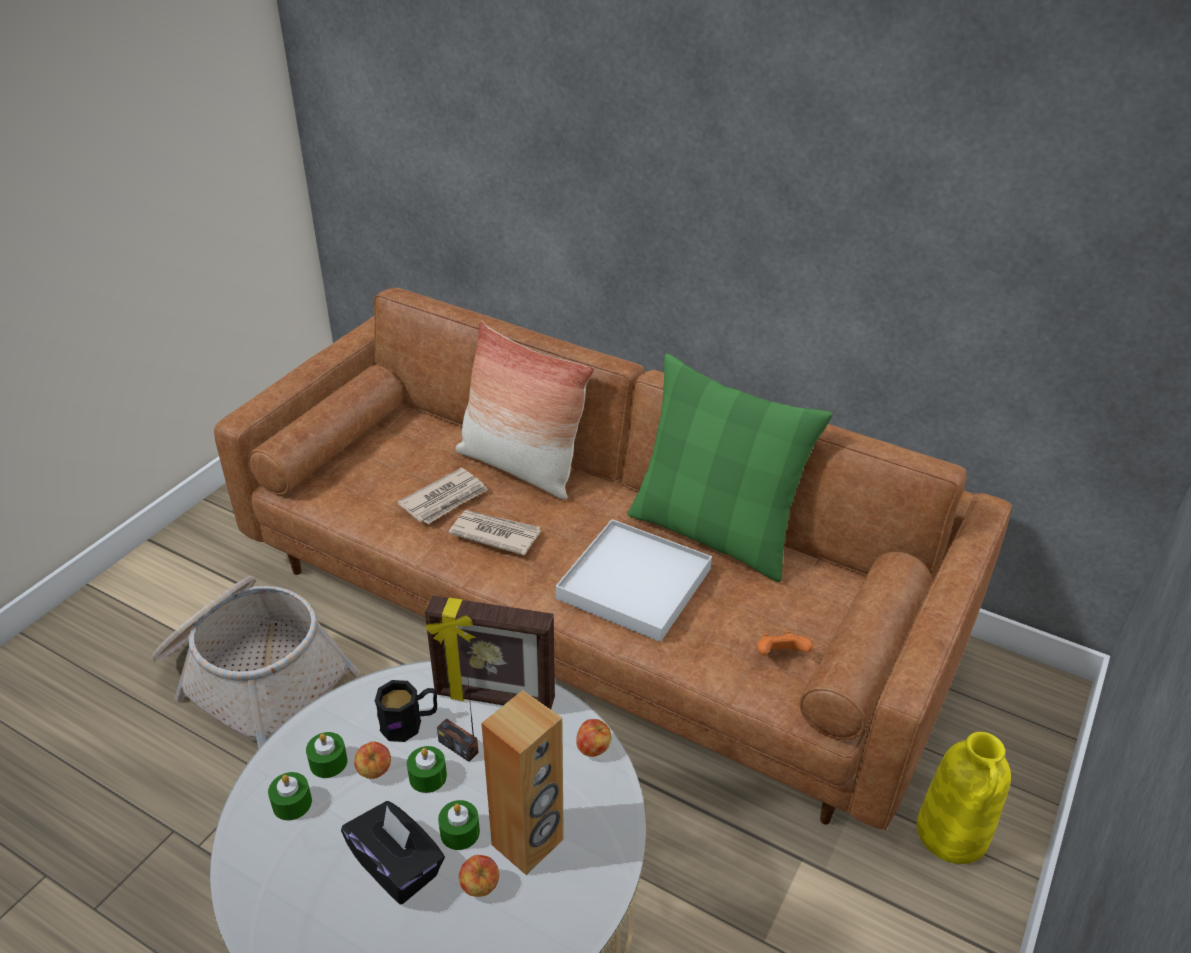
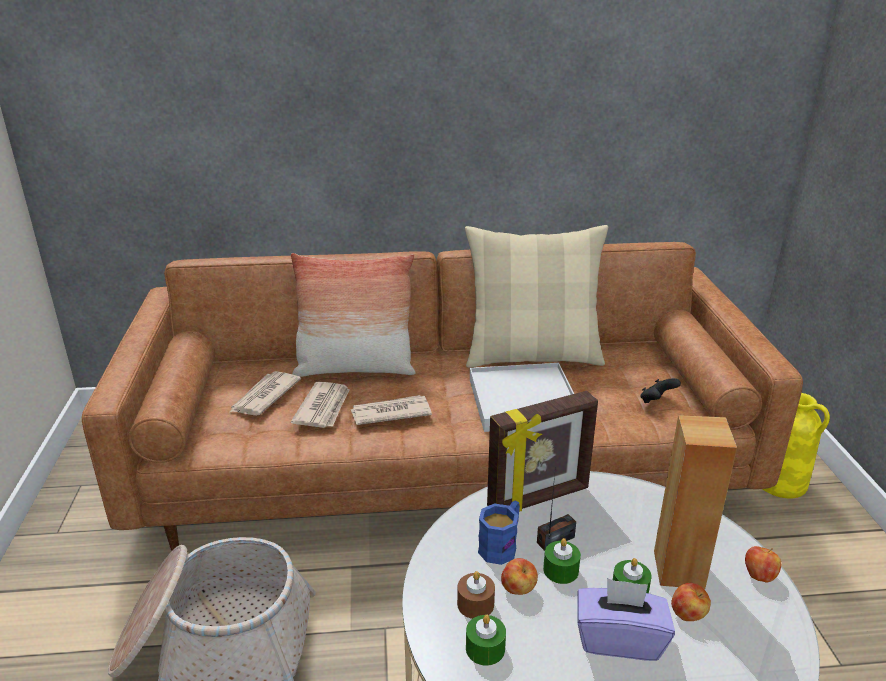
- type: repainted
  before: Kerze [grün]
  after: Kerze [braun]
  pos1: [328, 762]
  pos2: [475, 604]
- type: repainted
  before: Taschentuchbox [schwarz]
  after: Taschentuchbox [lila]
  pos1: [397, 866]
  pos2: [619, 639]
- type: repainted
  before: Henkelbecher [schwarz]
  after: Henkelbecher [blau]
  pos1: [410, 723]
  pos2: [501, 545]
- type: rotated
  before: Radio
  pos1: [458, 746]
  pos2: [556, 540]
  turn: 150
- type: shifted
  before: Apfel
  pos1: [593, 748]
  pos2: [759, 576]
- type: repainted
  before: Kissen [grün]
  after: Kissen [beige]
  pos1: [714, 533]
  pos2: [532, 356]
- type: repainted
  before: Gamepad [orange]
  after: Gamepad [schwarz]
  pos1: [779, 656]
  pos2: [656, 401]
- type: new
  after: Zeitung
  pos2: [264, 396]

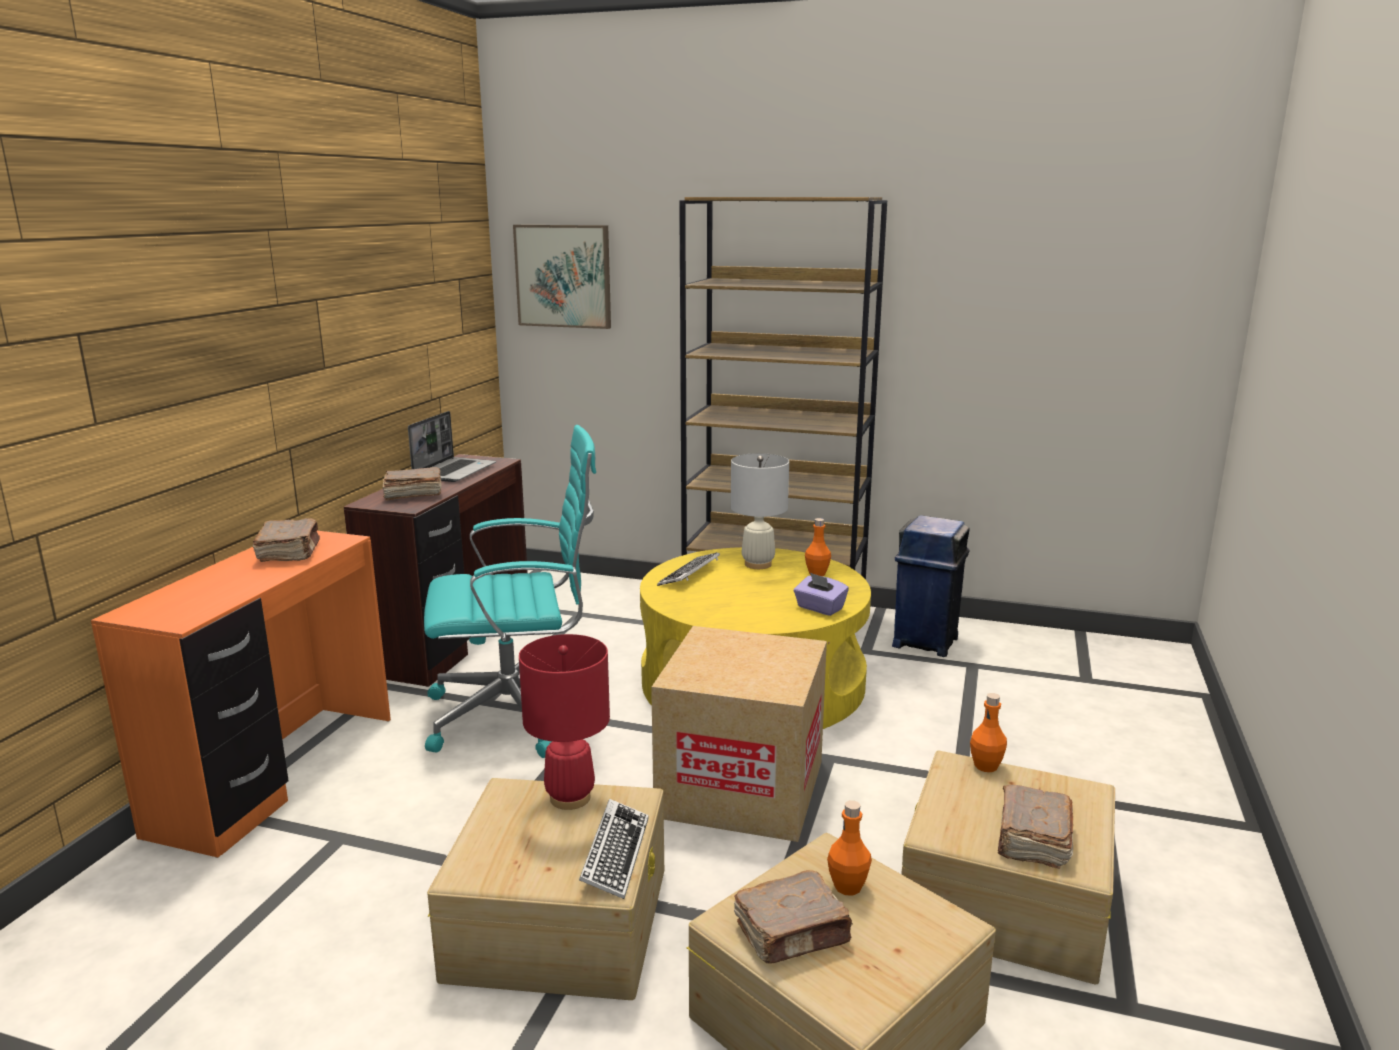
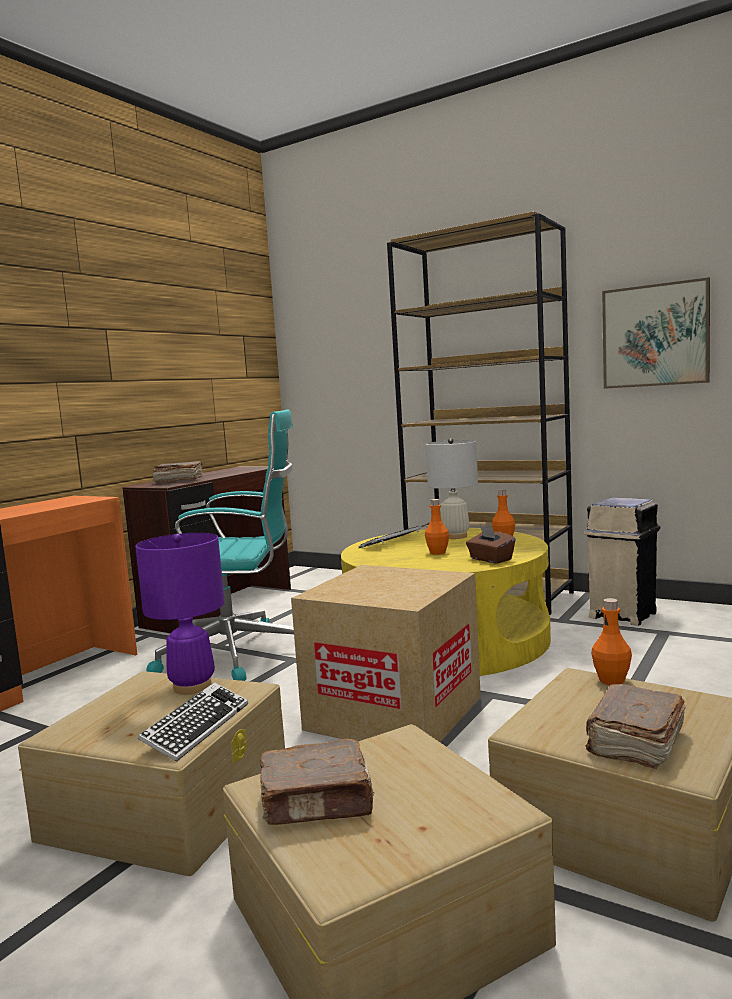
- type: gone
  before: Buch [braun]
  pos1: [290, 553]
- type: gone
  before: Laptop
  pos1: [454, 471]
- type: shifted
  before: Bild
  pos1: [563, 276]
  pos2: [655, 335]
- type: repainted
  before: Tischlampe [rot]
  after: Tischlampe [lila]
  pos1: [570, 798]
  pos2: [193, 686]
- type: repainted
  before: Taschentuchbox [lila]
  after: Taschentuchbox [braun]
  pos1: [819, 608]
  pos2: [490, 559]
- type: shifted
  before: Flasche [orange]
  pos1: [847, 886]
  pos2: [437, 553]
- type: repainted
  before: Mülleimer [blau]
  after: Mülleimer [beige]
  pos1: [925, 641]
  pos2: [623, 615]

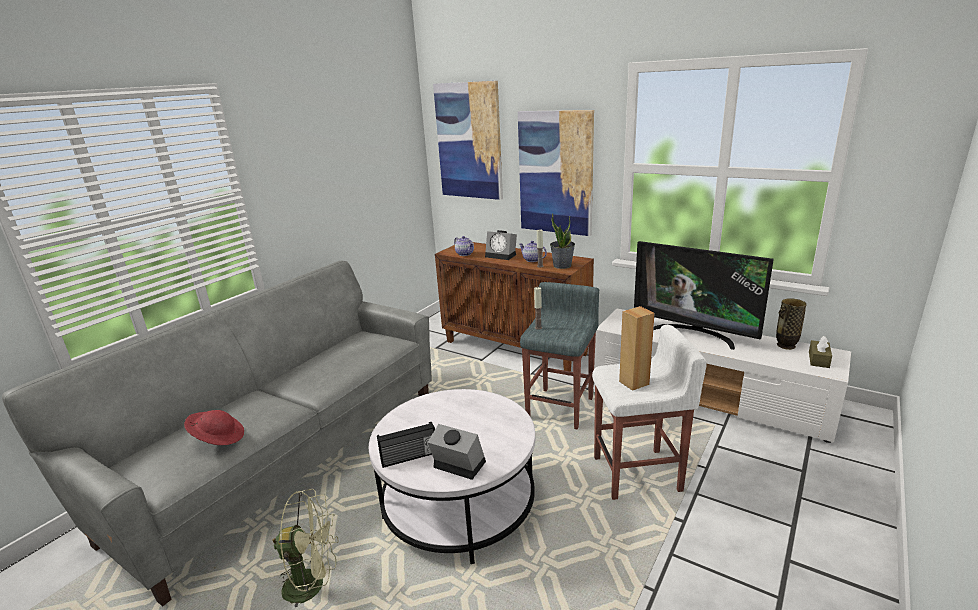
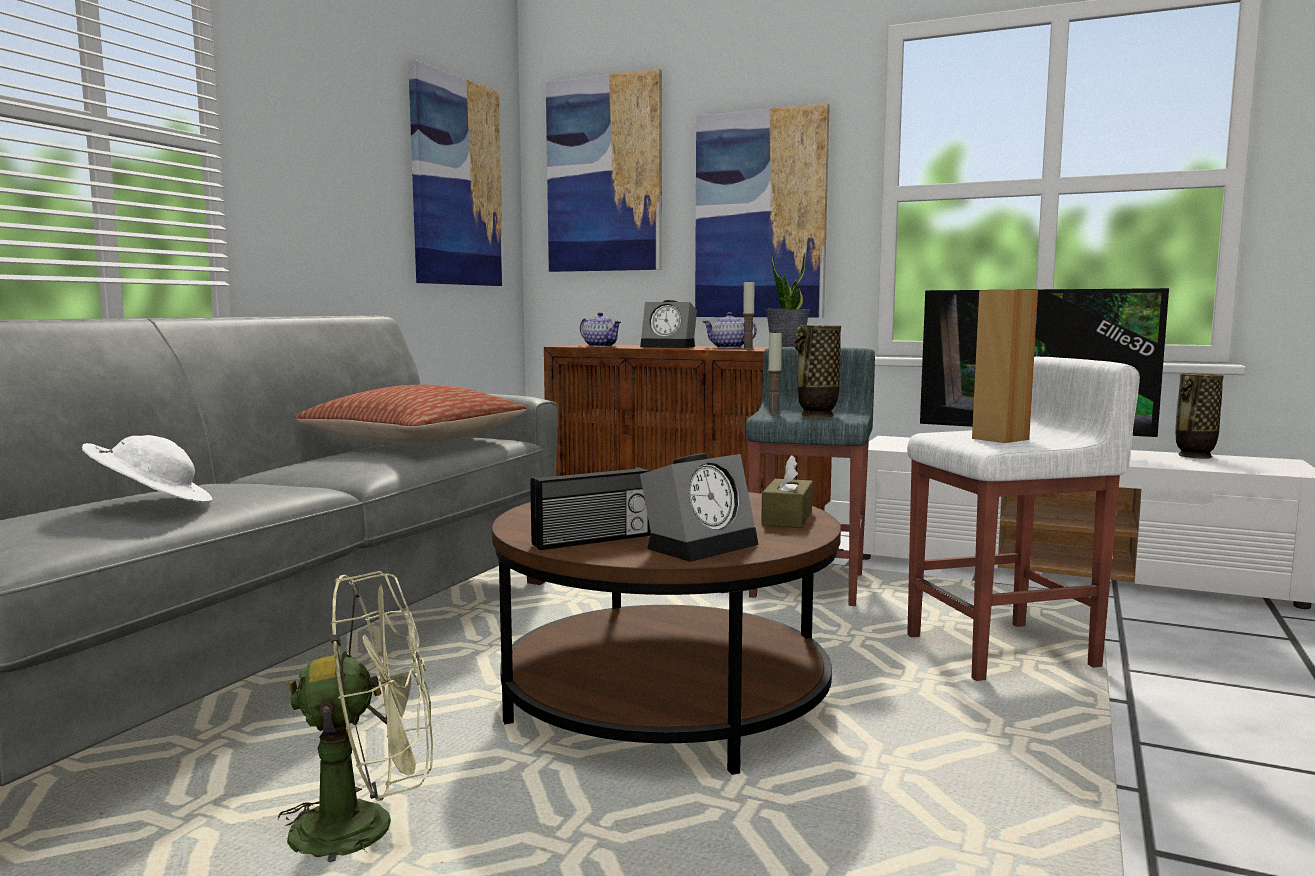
- type: repainted
  before: Hut [rot]
  after: Hut [weiß]
  pos1: [218, 438]
  pos2: [151, 504]
- type: repainted
  before: Couchtisch [weiß]
  after: Couchtisch [braun]
  pos1: [459, 503]
  pos2: [665, 699]
- type: rotated
  before: Wecker
  pos1: [457, 465]
  pos2: [701, 545]
  turn: 120
- type: shifted
  before: Taschentuchbox [braun]
  pos1: [818, 359]
  pos2: [787, 518]
- type: new
  after: Kissen
  pos2: [415, 442]
- type: new
  after: Bild
  pos2: [456, 182]
- type: new
  after: Vase
  pos2: [817, 416]

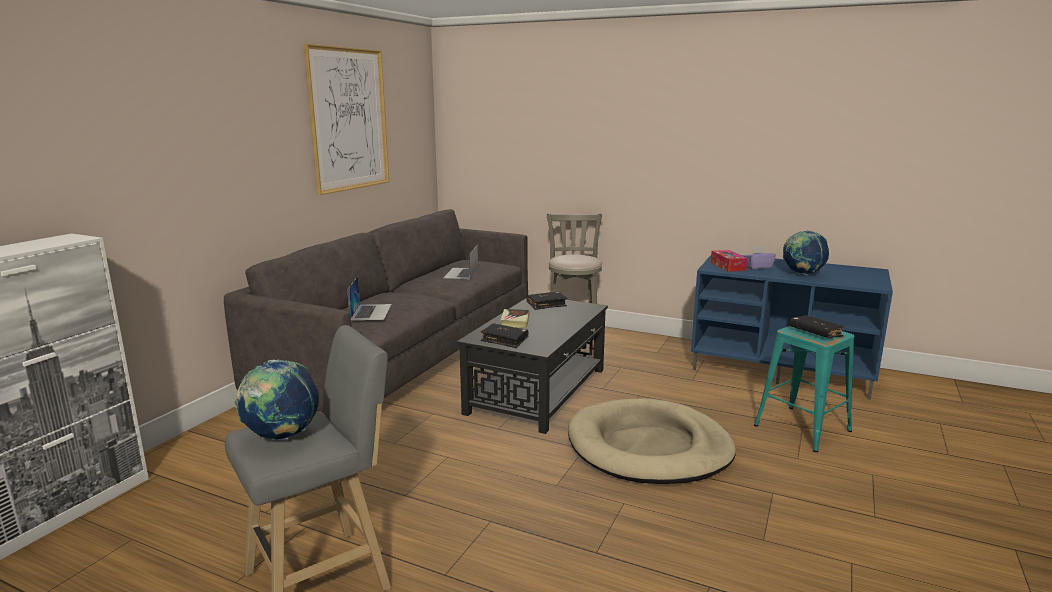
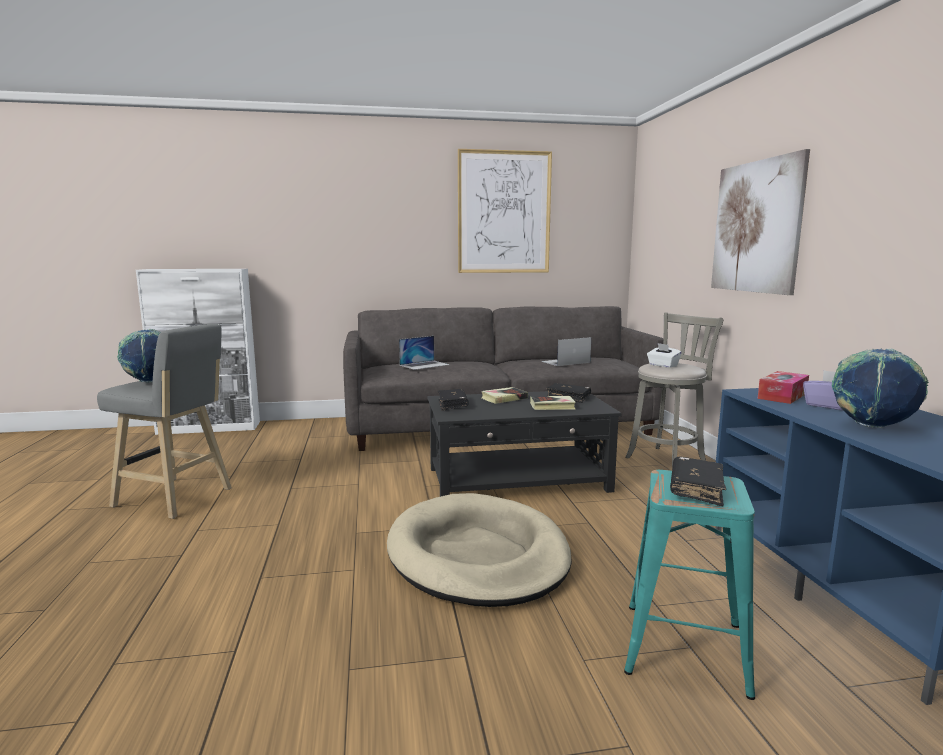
- type: new
  after: Buch
  pos2: [552, 406]
- type: new
  after: Taschentuchbox [weiß]
  pos2: [663, 365]
- type: new
  after: Bild
  pos2: [756, 227]

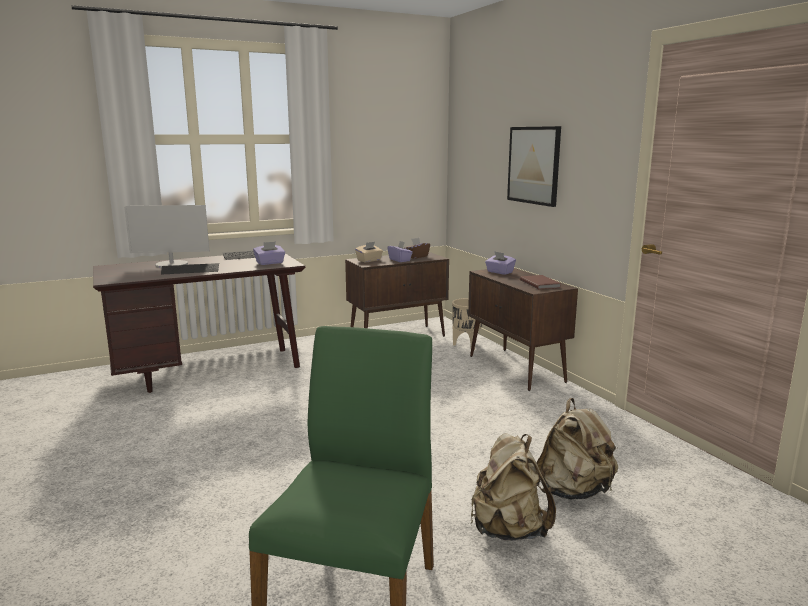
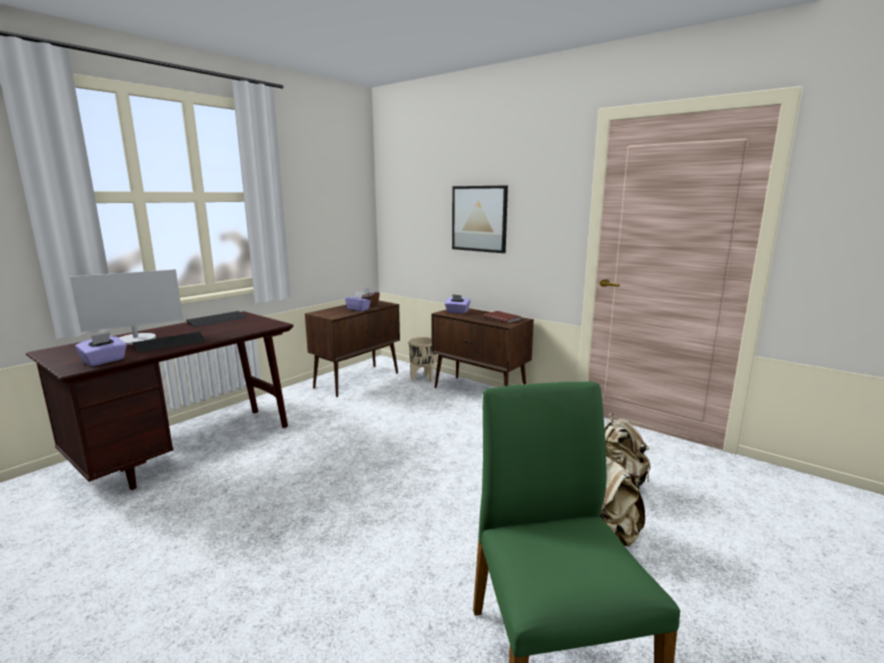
- type: shifted
  before: Taschentuchbox [lila]
  pos1: [270, 263]
  pos2: [104, 361]
- type: gone
  before: Taschentuchbox [beige]
  pos1: [369, 260]

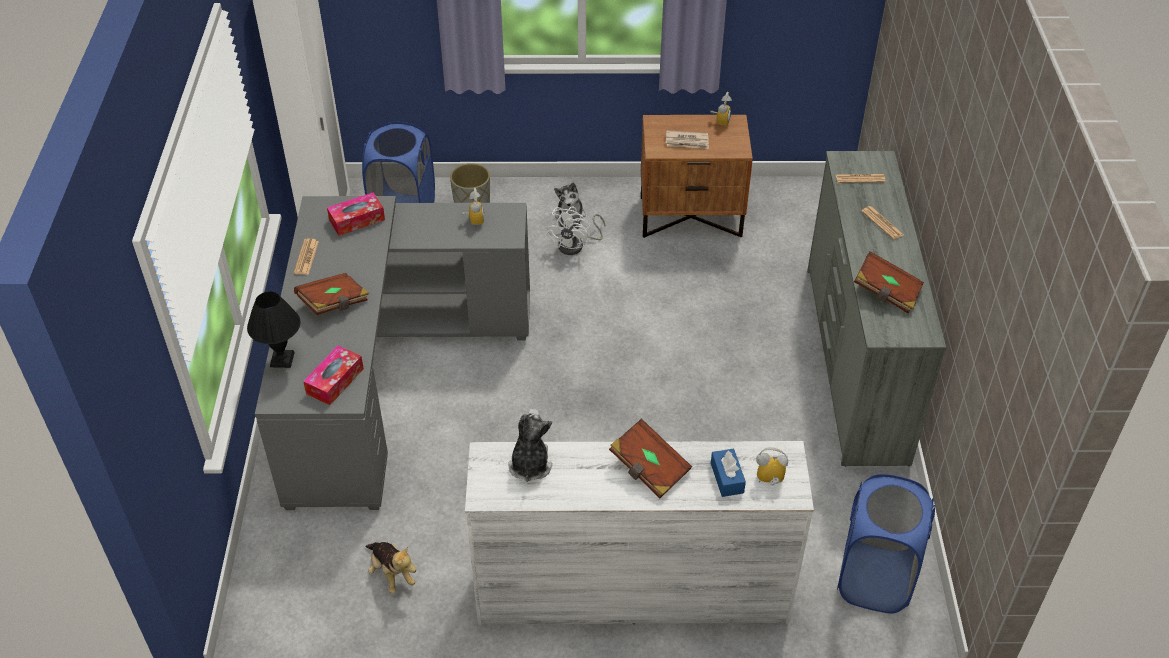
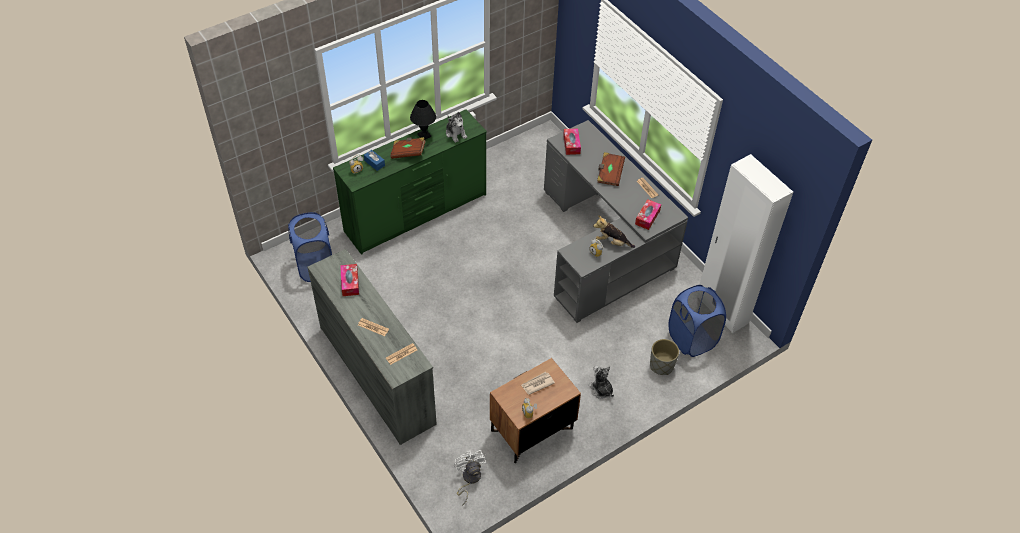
- type: shifted
  before: Tischlampe [schwarz]
  pos1: [281, 360]
  pos2: [424, 135]
- type: shifted
  before: Plüschtier
  pos1: [391, 573]
  pos2: [612, 242]
- type: repainted
  before: Kommode [weiß]
  after: Kommode [grün]
  pos1: [631, 590]
  pos2: [416, 213]
- type: shifted
  before: Ventilator [weiß]
  pos1: [576, 245]
  pos2: [469, 479]
- type: swapped
  before: Buch [braun]
  after: Taschentuchbox
  pos1: [886, 293]
  pos2: [350, 283]

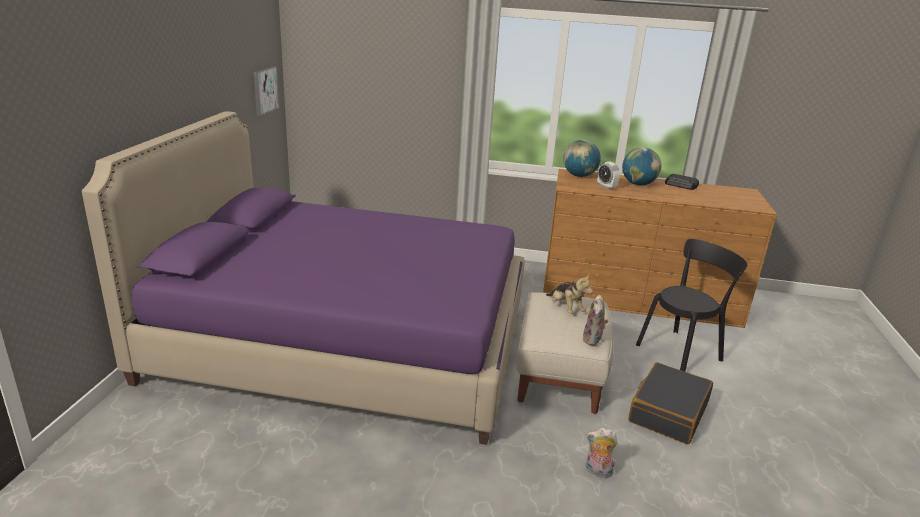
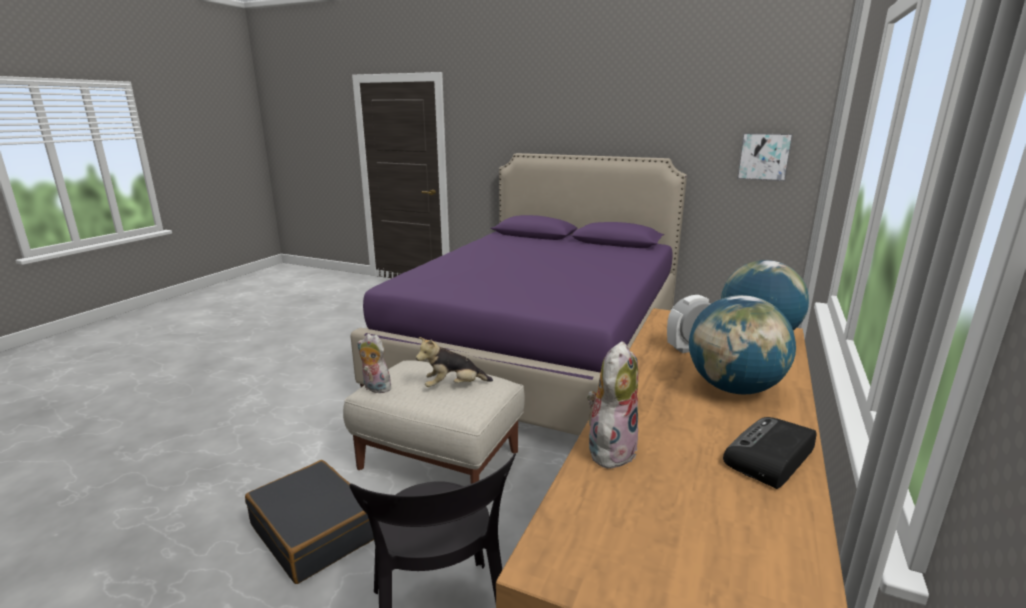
- type: shifted
  before: Plüschtier
  pos1: [597, 472]
  pos2: [610, 449]

